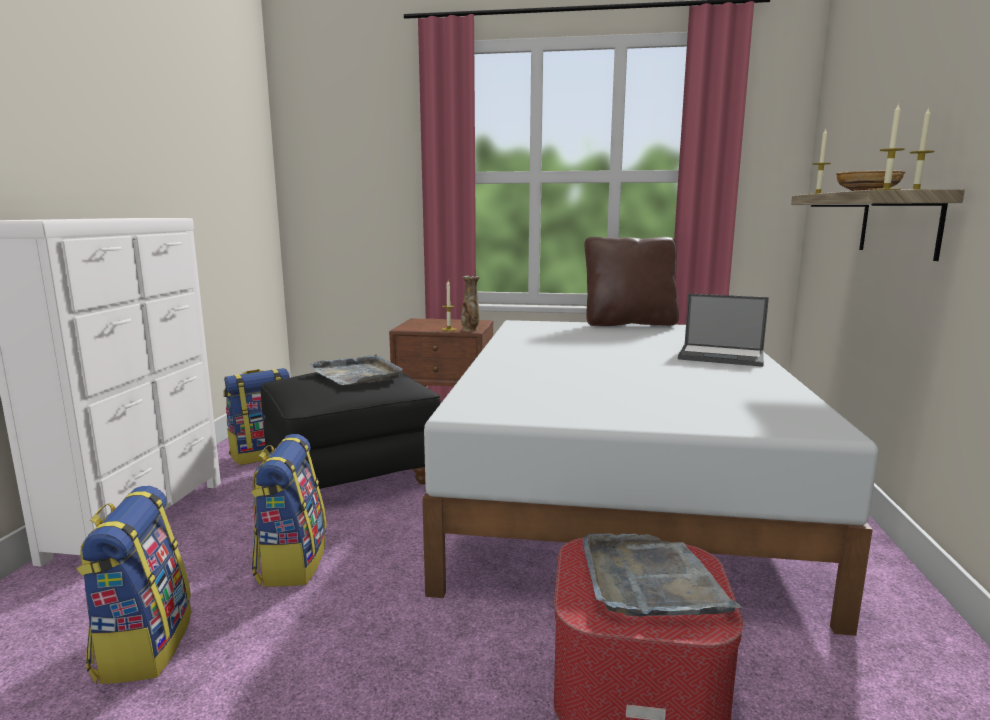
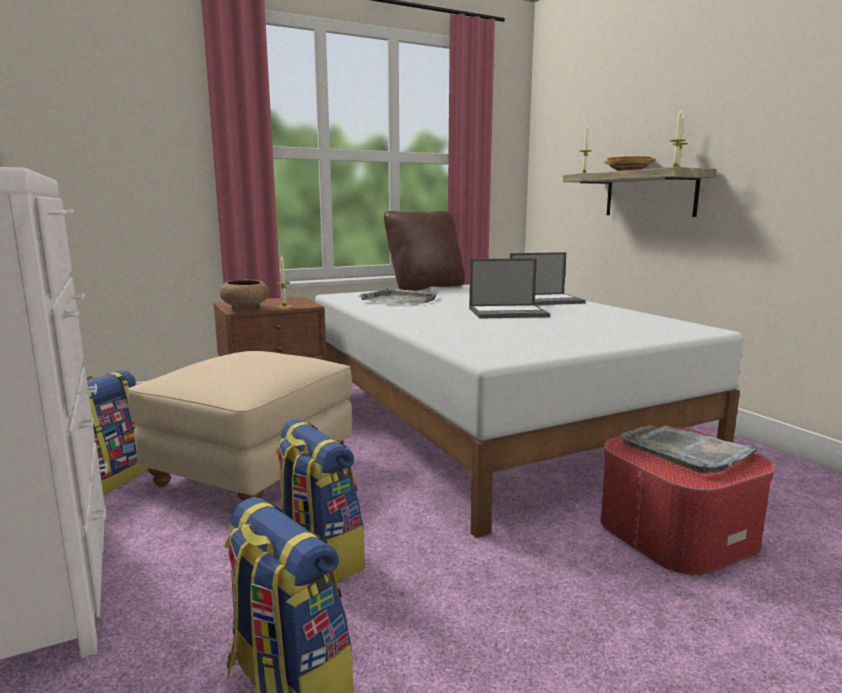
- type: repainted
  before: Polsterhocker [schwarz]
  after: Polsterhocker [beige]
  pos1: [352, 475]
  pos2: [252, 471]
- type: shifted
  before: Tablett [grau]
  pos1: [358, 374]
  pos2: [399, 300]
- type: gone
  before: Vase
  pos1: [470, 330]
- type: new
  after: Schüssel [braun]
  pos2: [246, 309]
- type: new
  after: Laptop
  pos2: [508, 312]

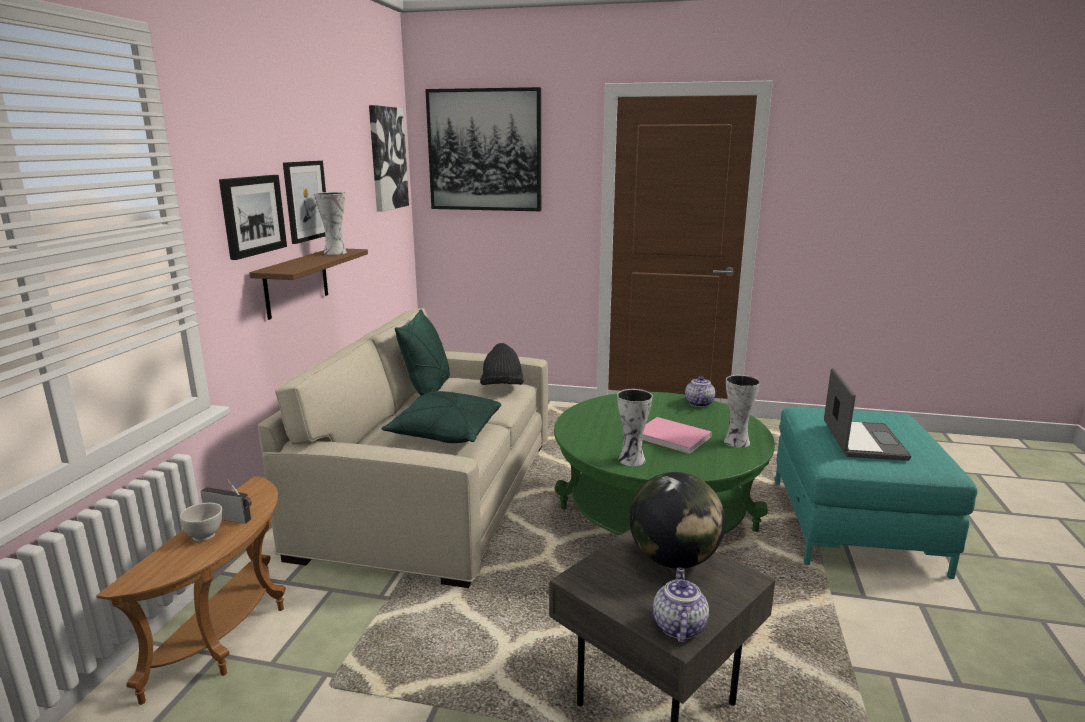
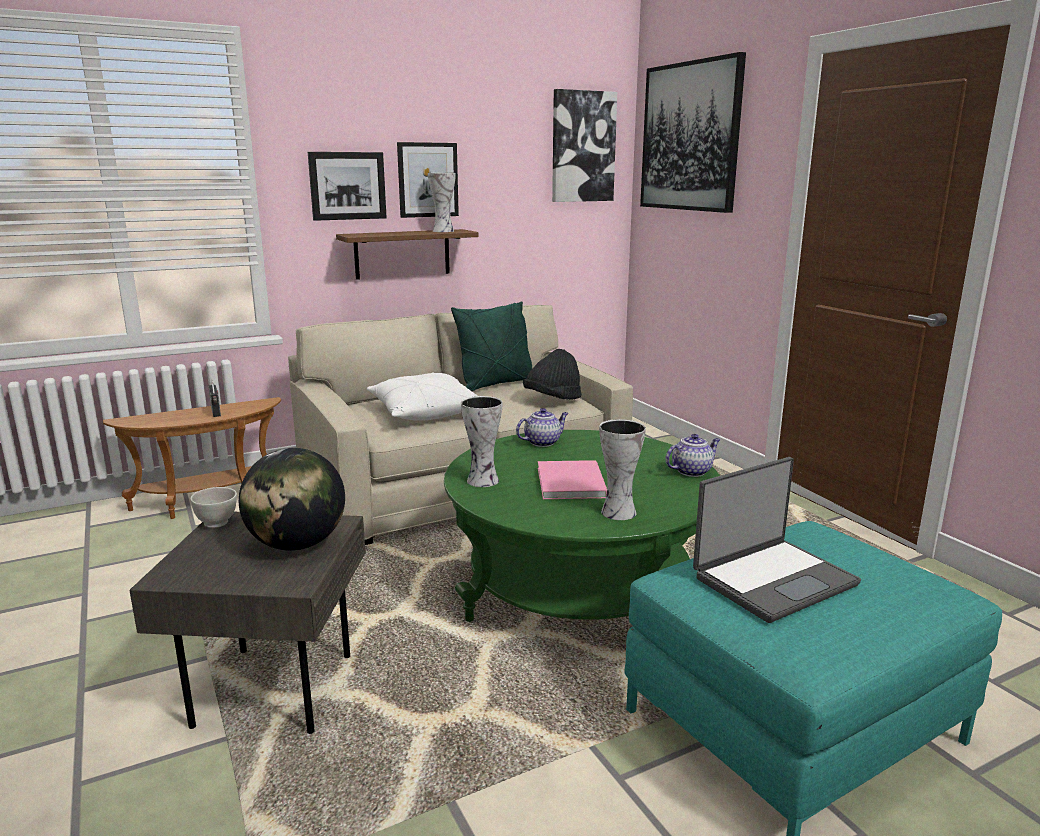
- type: shifted
  before: Schüssel [weiß]
  pos1: [205, 535]
  pos2: [217, 523]
- type: repainted
  before: Kissen [grün]
  after: Kissen [weiß]
  pos1: [445, 433]
  pos2: [424, 412]
- type: shifted
  before: Teekanne
  pos1: [678, 626]
  pos2: [542, 442]

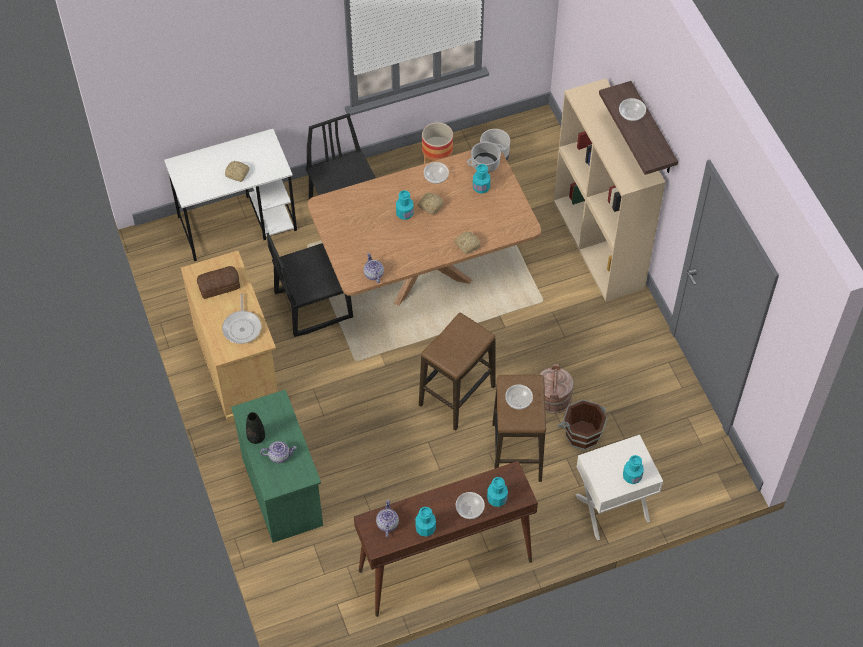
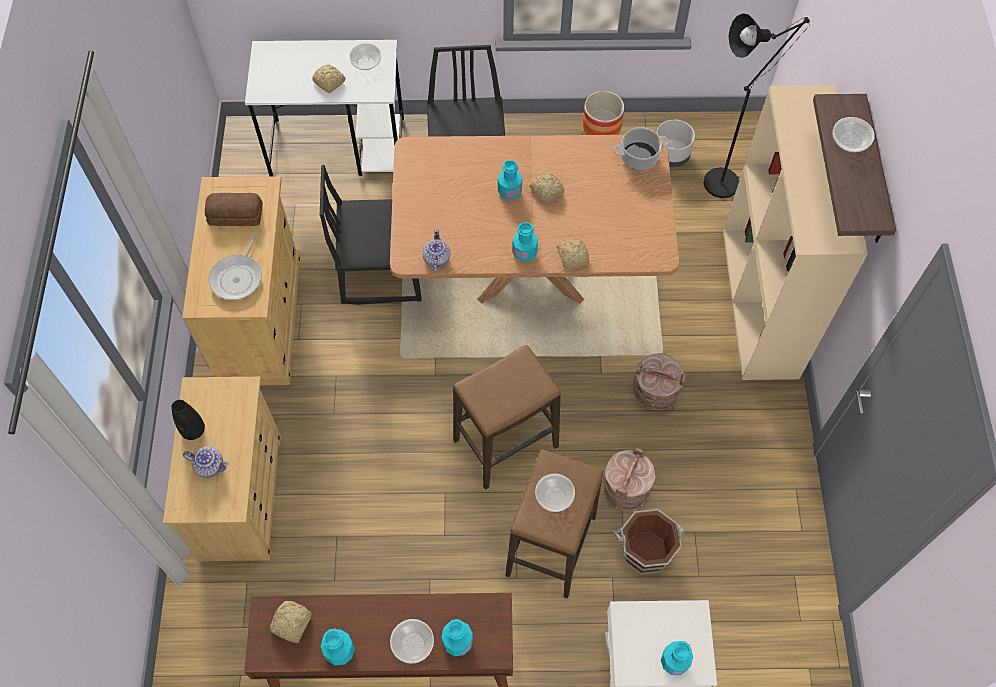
- type: repainted
  before: Kommode [grün]
  after: Kommode [beige]
  pos1: [282, 491]
  pos2: [241, 496]
- type: swapped
  before: Teekanne
  after: Brot
  pos1: [387, 523]
  pos2: [290, 624]
- type: shifted
  before: Schüssel
  pos1: [436, 177]
  pos2: [366, 63]
- type: shifted
  before: Flasche [türkis]
  pos1: [481, 187]
  pos2: [524, 252]
- type: new
  after: Eimer [braun]
  pos2: [655, 393]
- type: new
  after: Stehlampe [schwarz]
  pos2: [727, 180]

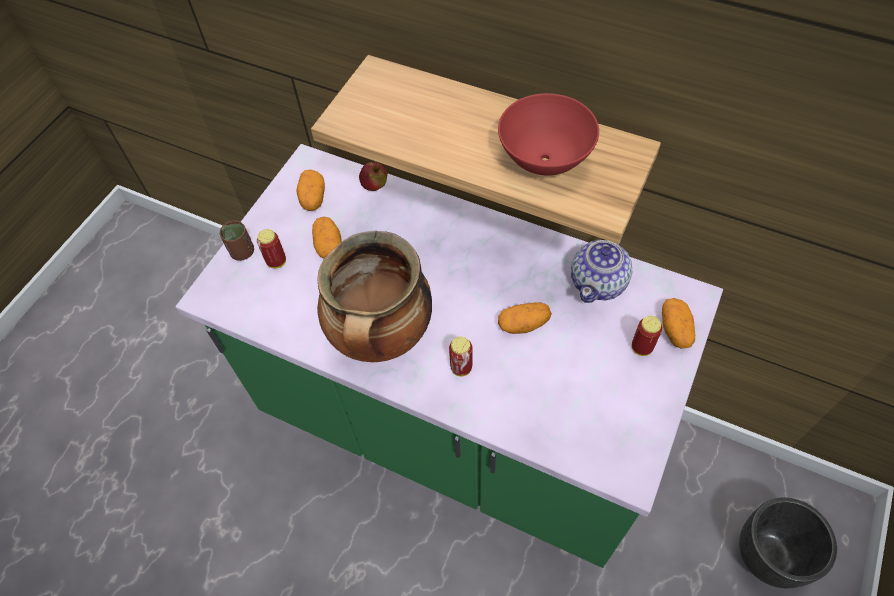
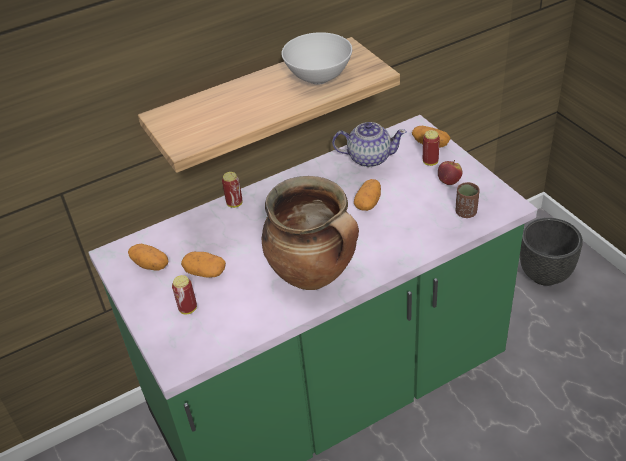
- type: shifted
  before: Tasse [braun]
  pos1: [242, 252]
  pos2: [466, 212]
- type: shifted
  before: Apfel
  pos1: [375, 186]
  pos2: [449, 181]
- type: shifted
  before: Dose
  pos1: [461, 367]
  pos2: [234, 203]
- type: repainted
  before: Schüssel [rot]
  after: Schüssel [weiß]
  pos1: [543, 160]
  pos2: [318, 79]
- type: rotated
  before: Teekanne
  pos1: [599, 282]
  pos2: [369, 158]
  turn: -60

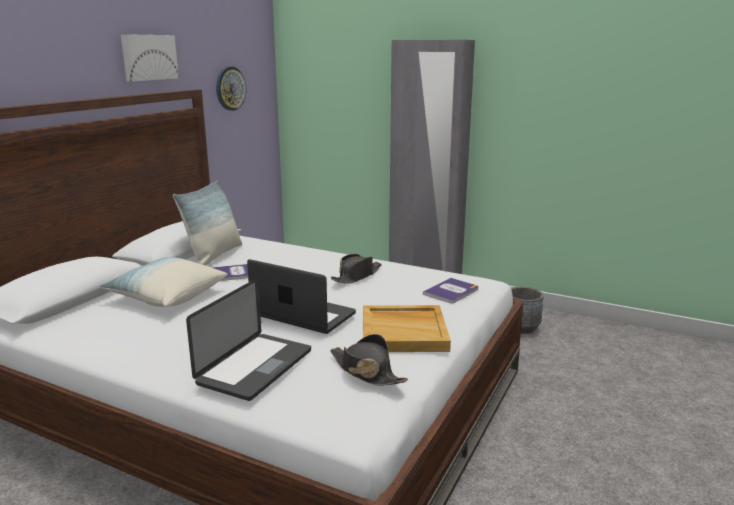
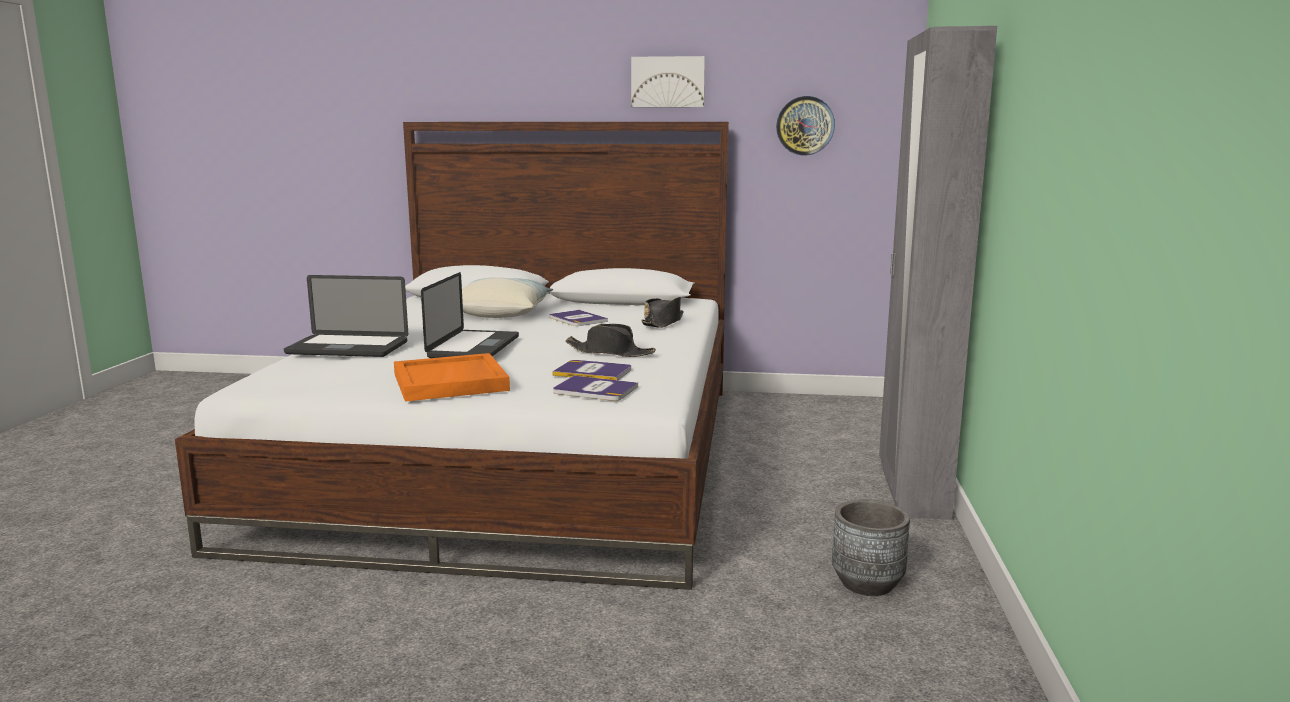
- type: gone
  before: Kissen
  pos1: [214, 256]
- type: shifted
  before: Hut [schwarz]
  pos1: [366, 371]
  pos2: [663, 322]
- type: repainted
  before: Tablett [beige]
  after: Tablett [orange]
  pos1: [404, 332]
  pos2: [451, 382]
- type: new
  after: Buch
  pos2: [593, 372]

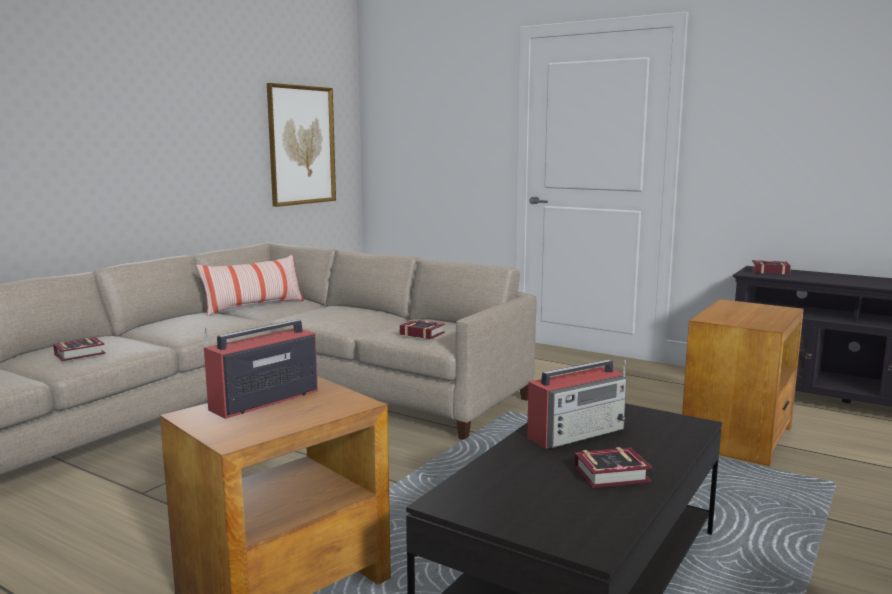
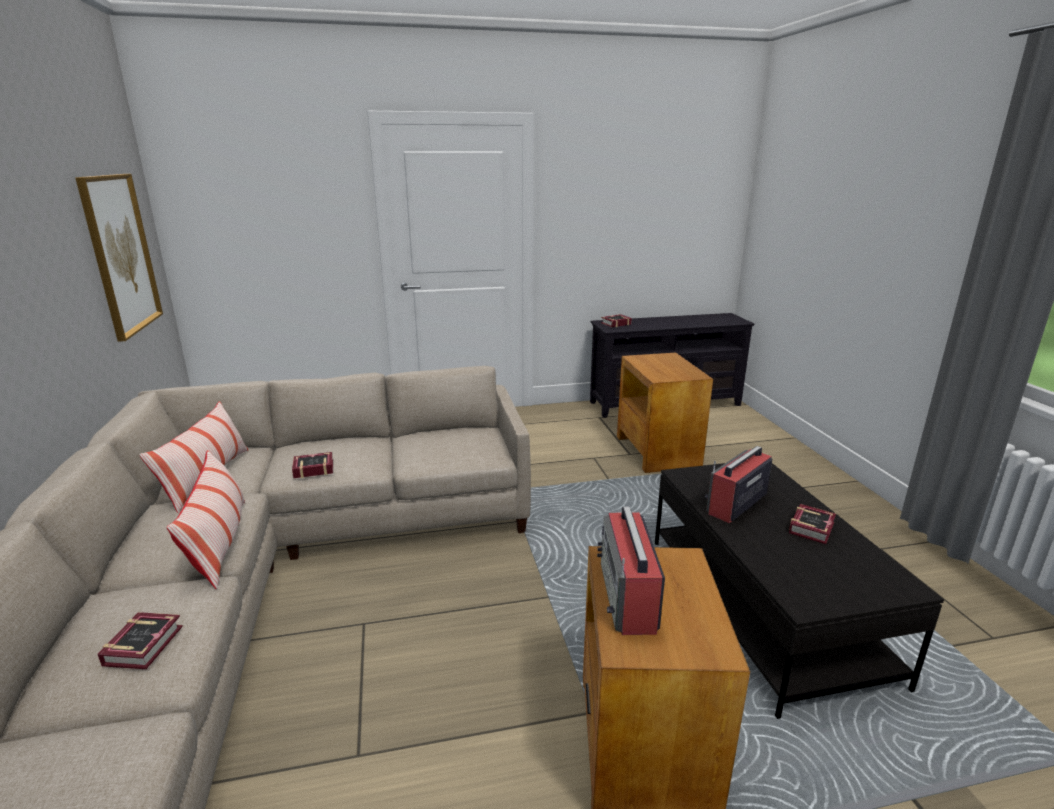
- type: shifted
  before: Buch
  pos1: [421, 333]
  pos2: [312, 469]
- type: rotated
  before: Radio
  pos1: [577, 433]
  pos2: [736, 504]
  turn: -150
- type: new
  after: Kissen
  pos2: [219, 543]

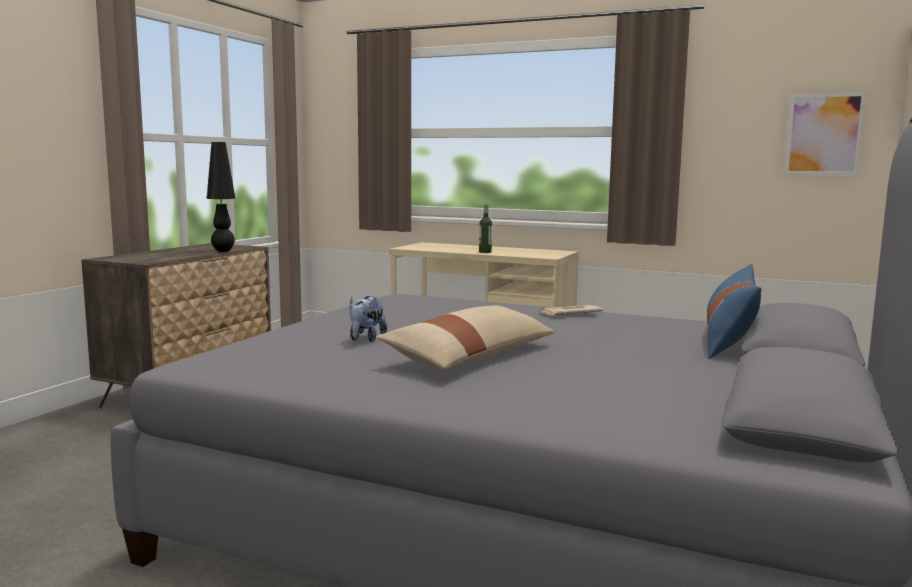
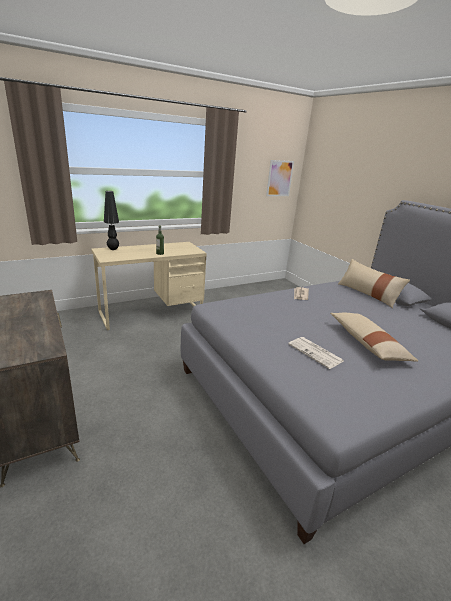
- type: shifted
  before: Tischlampe [schwarz]
  pos1: [223, 251]
  pos2: [113, 249]
- type: swapped
  before: Plüschtier
  after: Zeitung
  pos1: [366, 339]
  pos2: [316, 353]
- type: repainted
  before: Kissen [blau]
  after: Kissen [beige]
  pos1: [729, 340]
  pos2: [367, 294]

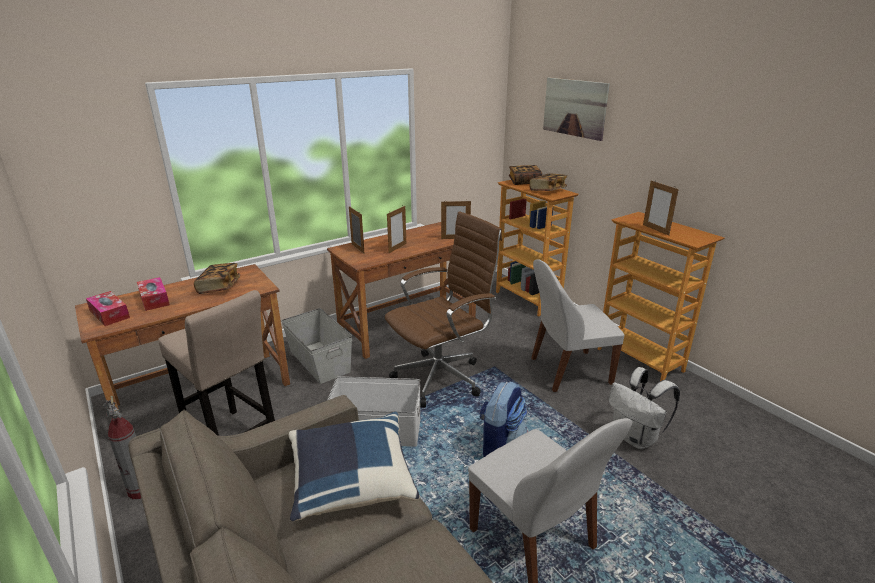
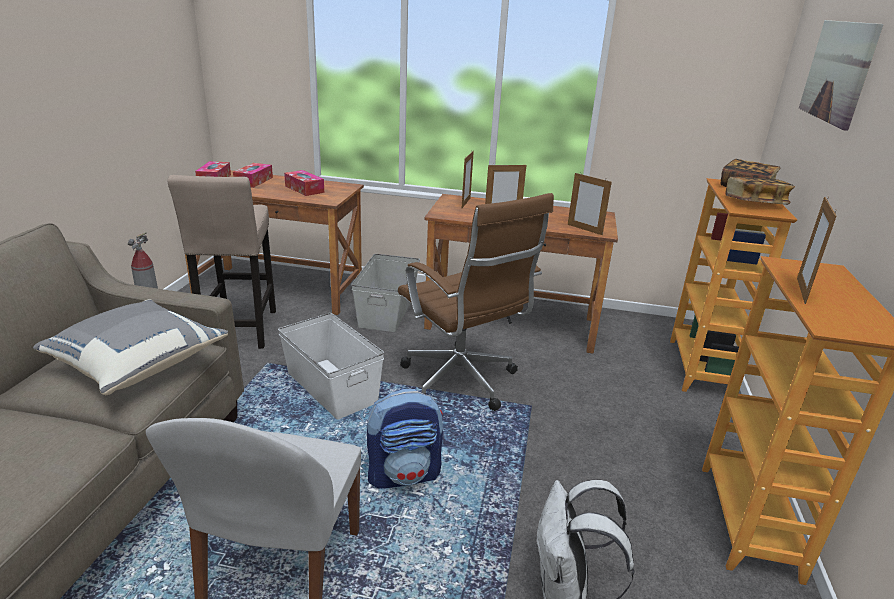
- type: swapped
  before: Buch
  after: Taschentuchbox
  pos1: [219, 287]
  pos2: [304, 189]
- type: repainted
  before: Kissen [blau]
  after: Kissen [grau]
  pos1: [351, 481]
  pos2: [137, 364]
- type: rotated
  before: Bürostuhl [braun]
  pos1: [442, 377]
  pos2: [462, 383]
  turn: 45
- type: gone
  before: Stuhl [weiß]
  pos1: [568, 371]

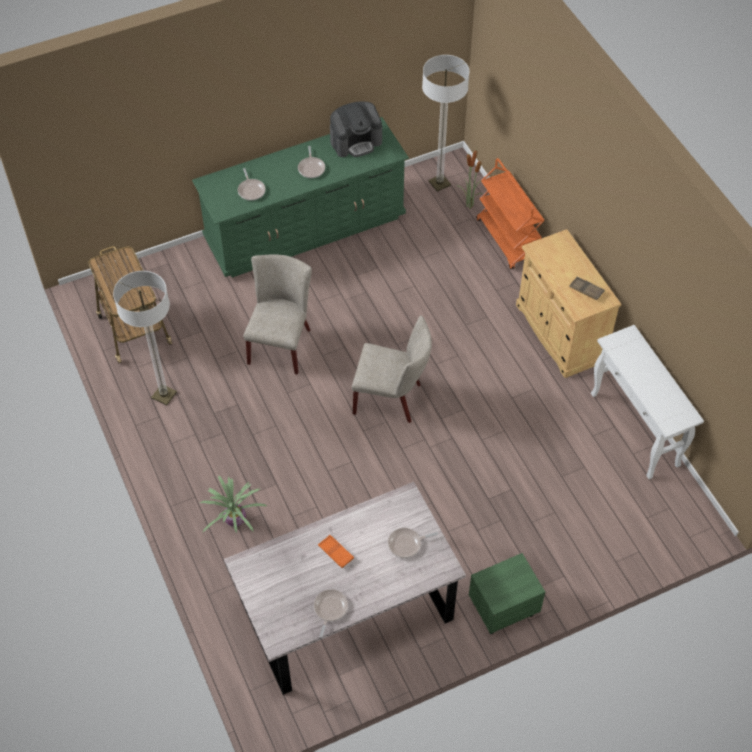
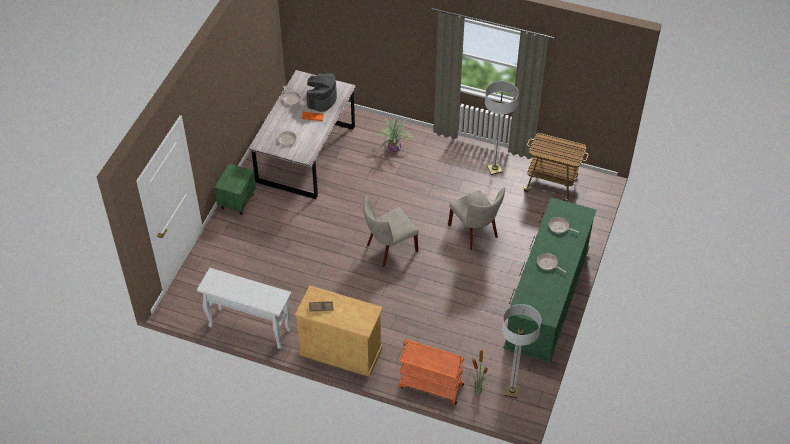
- type: shifted
  before: Kaffeemaschine
  pos1: [356, 141]
  pos2: [321, 99]

